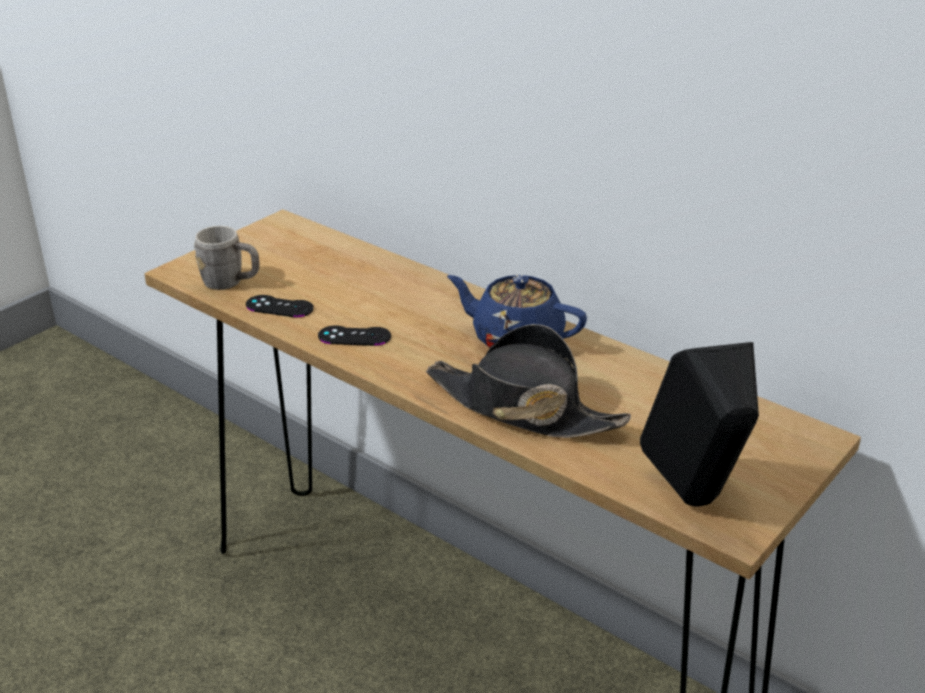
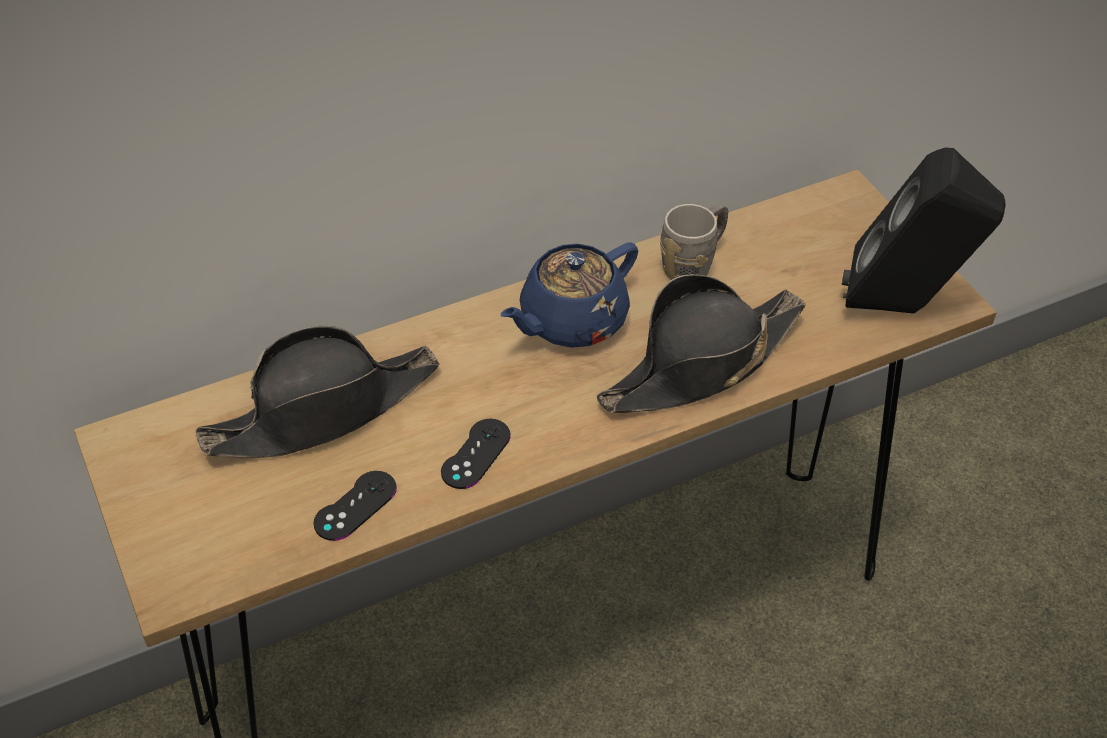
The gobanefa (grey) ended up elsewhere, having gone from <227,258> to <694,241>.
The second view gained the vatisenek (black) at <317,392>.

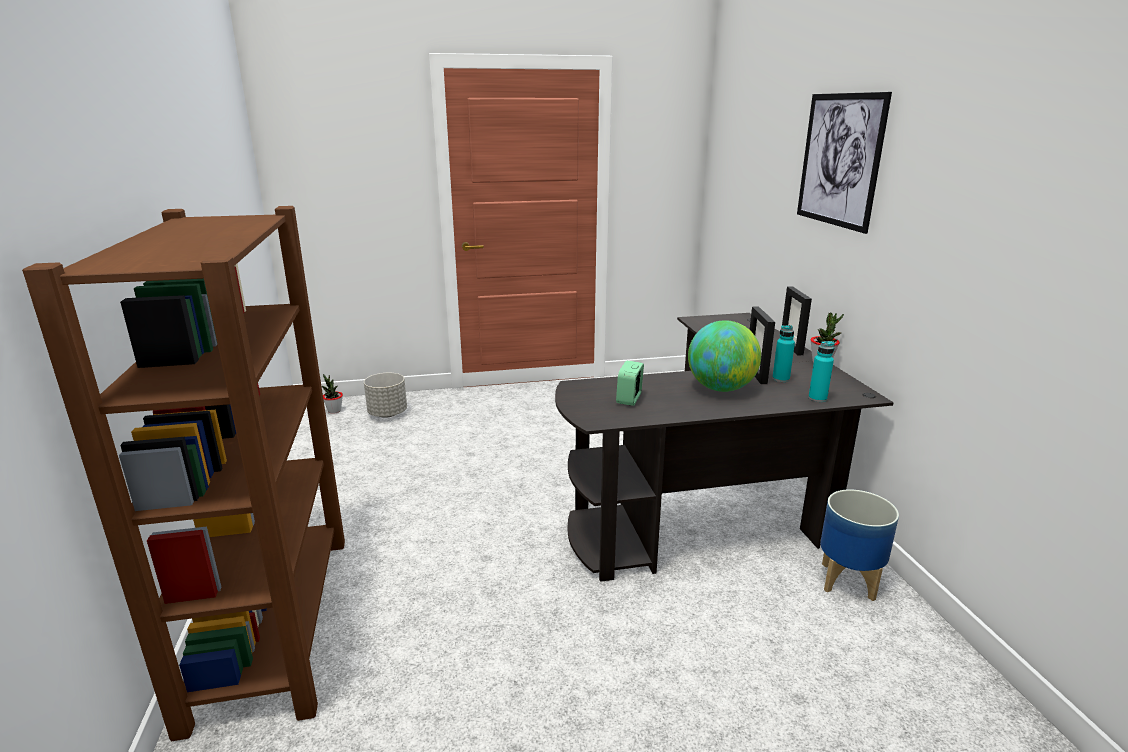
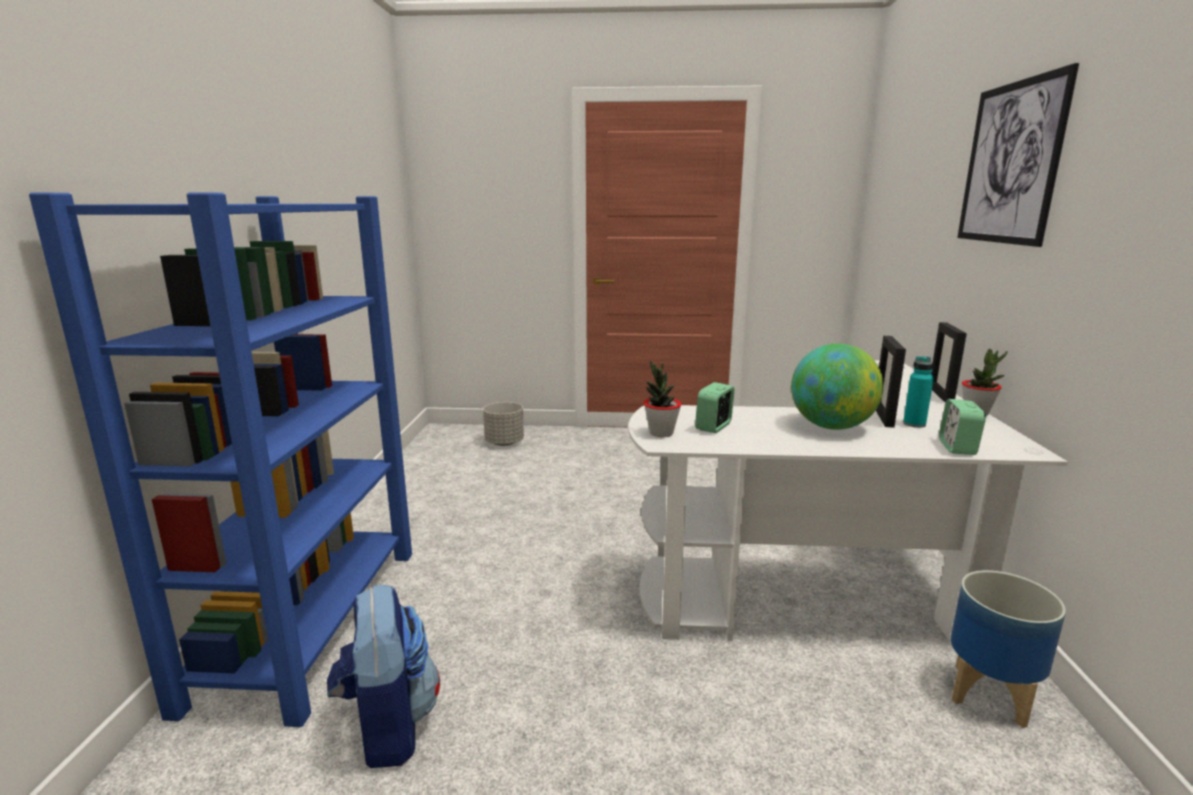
What was the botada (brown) at <183,473> turned into the botada (blue) at <220,459>.
The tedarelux ended up elsewhere, having gone from <332,394> to <662,398>.
What was the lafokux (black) at <724,447> turned into the lafokux (white) at <848,501>.
Where the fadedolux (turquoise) stood at <821,371>, the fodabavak came to stand at <962,427>.
The second view gained the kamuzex at <383,676>.

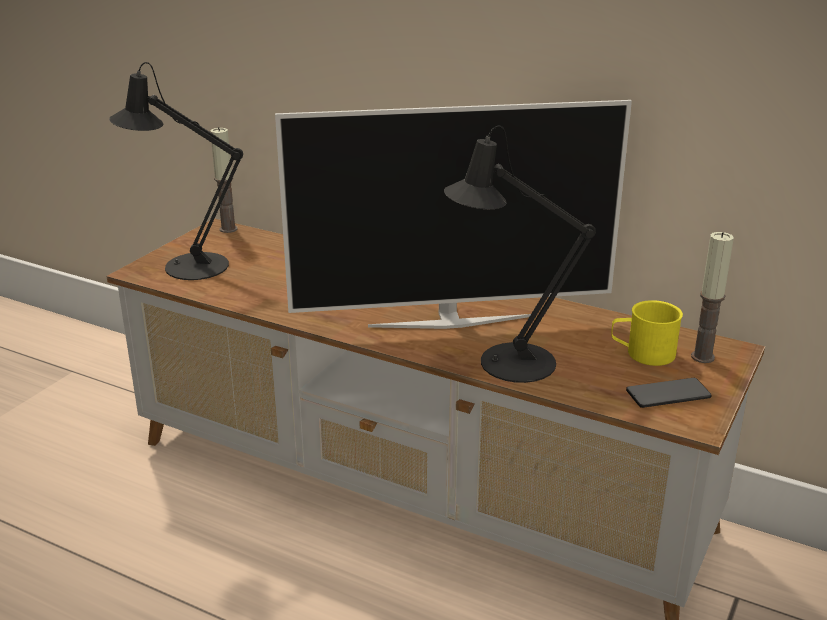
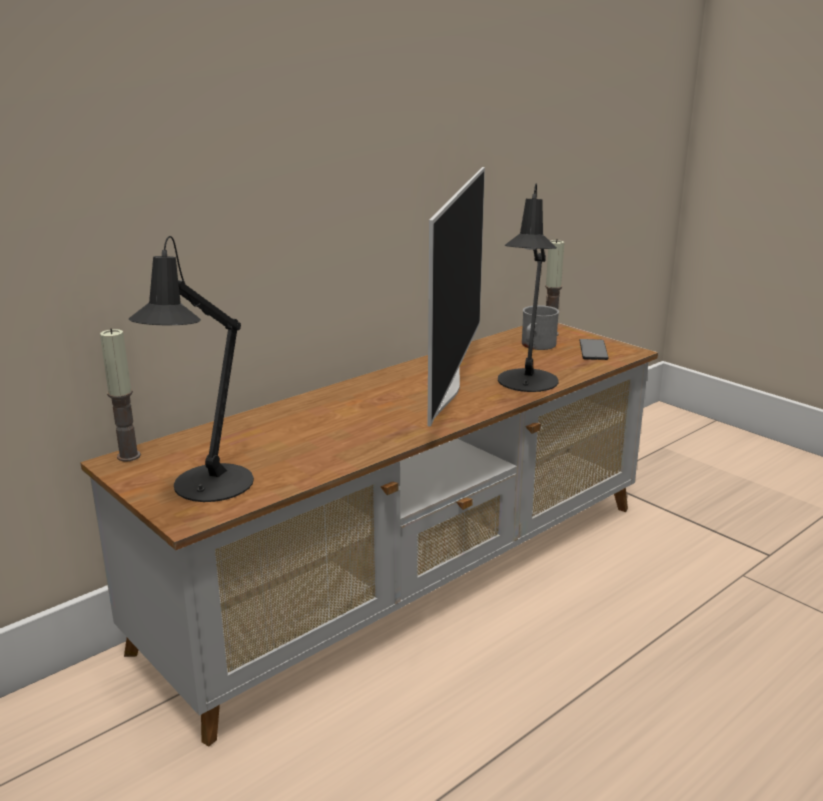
What was the gobanefa (yellow) at <647,333> turned into the gobanefa (grey) at <540,327>.

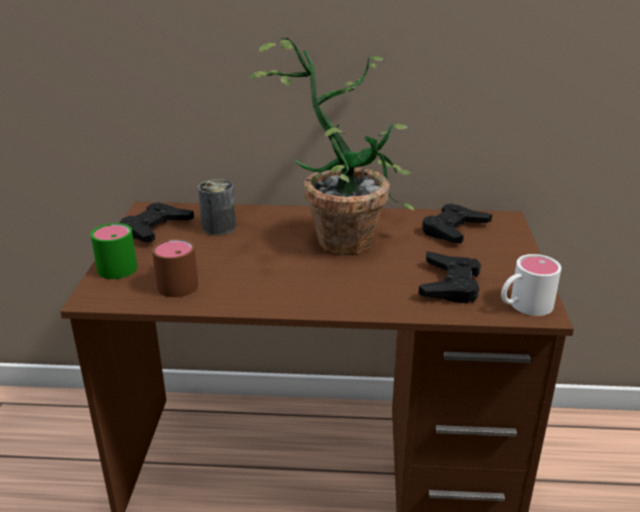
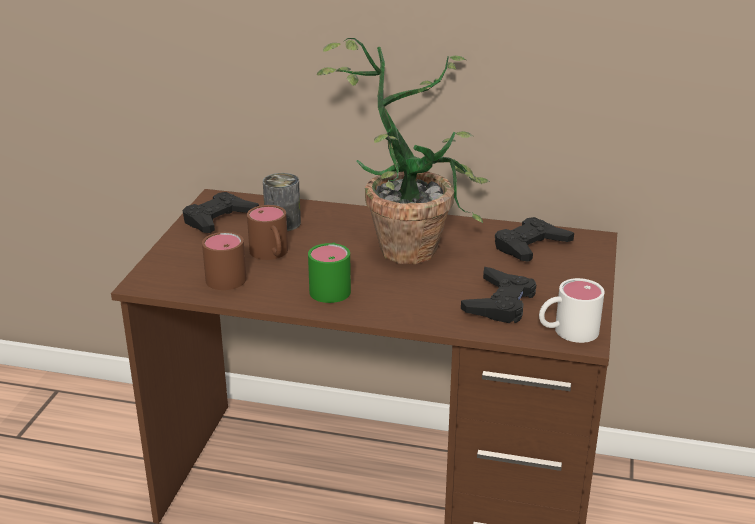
The gobanefa (green) ended up elsewhere, having gone from <114,251> to <329,273>.
The second view gained the gobanefa (brown) at <267,232>.

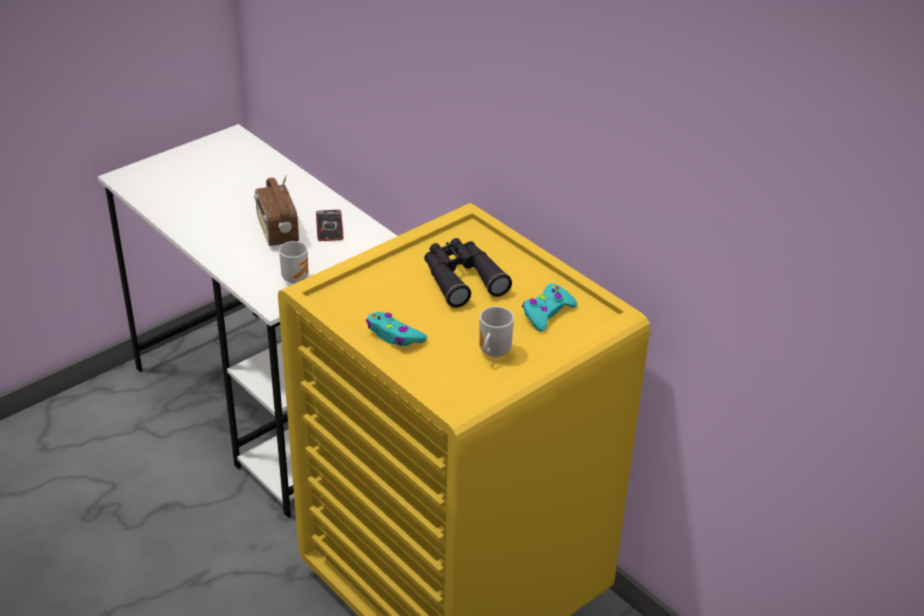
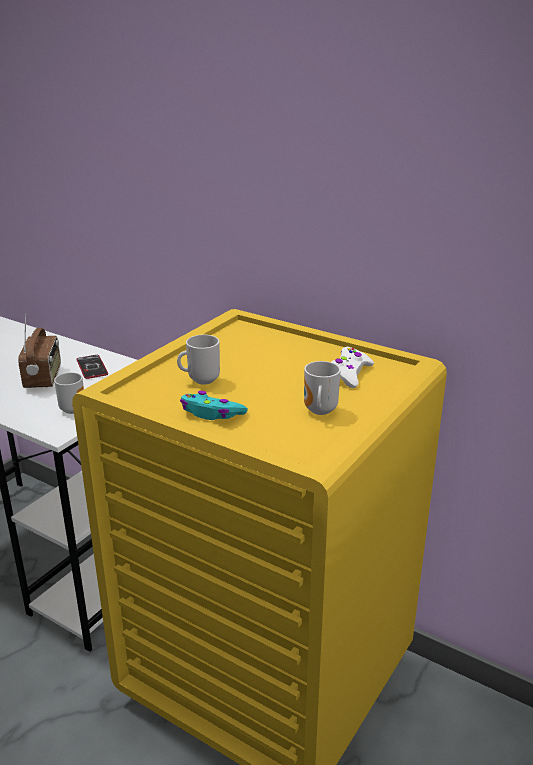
The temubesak at <276,210> ended up facing another way, 150 degrees counterclockwise from before.
The second view lost the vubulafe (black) at <468,273>.
What was the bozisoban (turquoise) at <549,308> turned into the bozisoban (white) at <352,367>.
The second view gained the gobanefa at <198,360>.

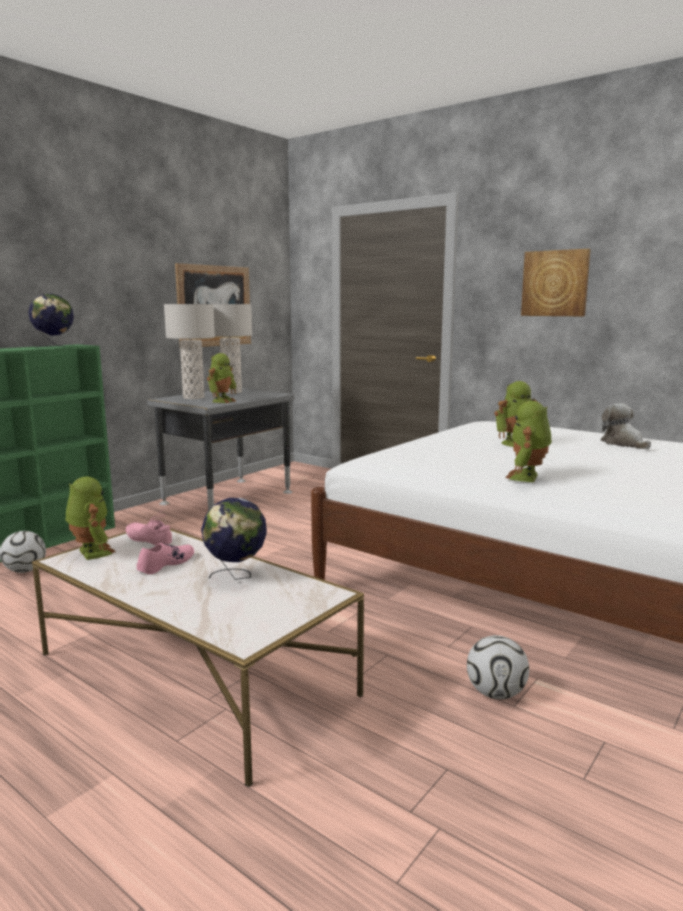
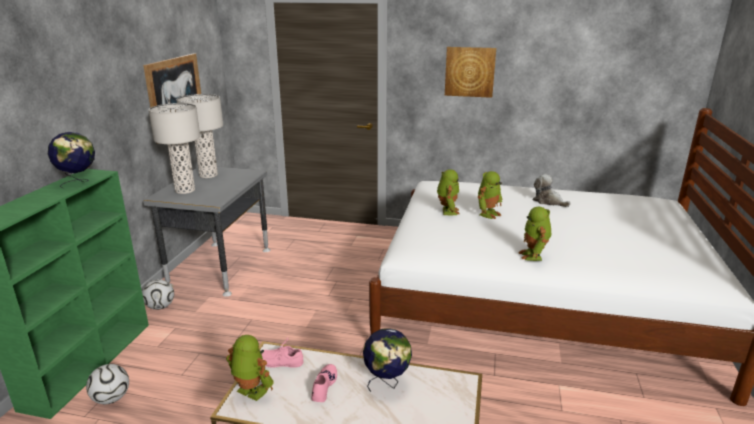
The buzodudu ended up elsewhere, having gone from <222,378> to <448,192>.
The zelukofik ended up elsewhere, having gone from <498,667> to <158,294>.

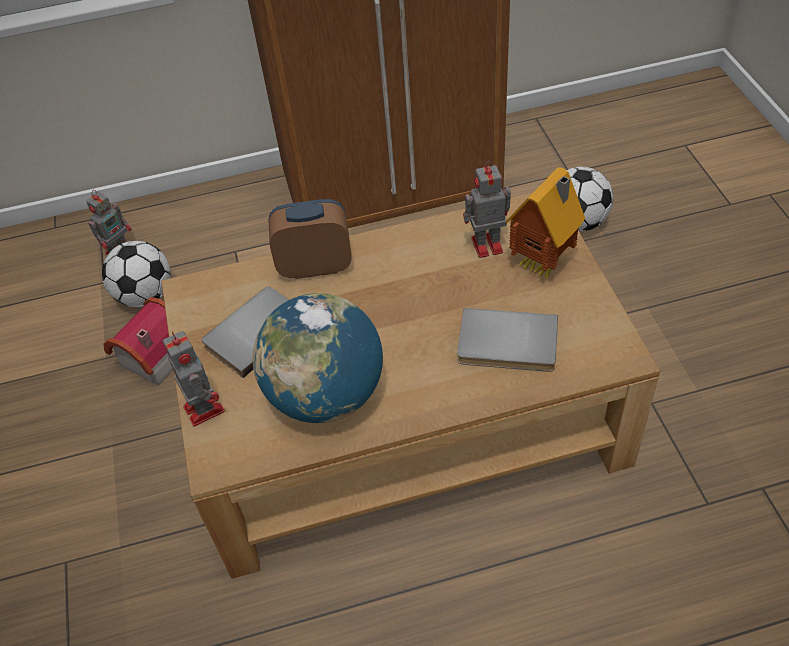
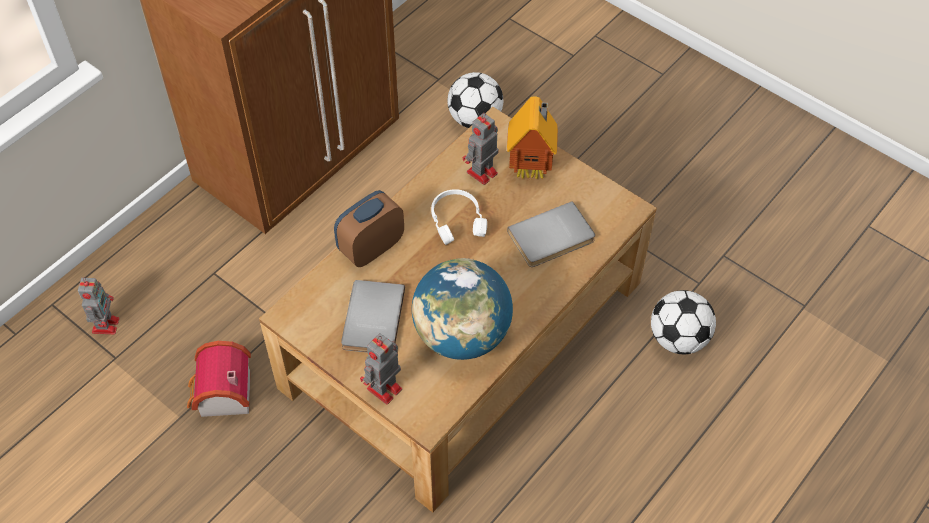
The zelukofik ended up elsewhere, having gone from <136,274> to <683,322>.
The buzodudu at <194,379> ended up facing another way, 75 degrees counterclockwise from before.
The second view gained the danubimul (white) at <459,217>.

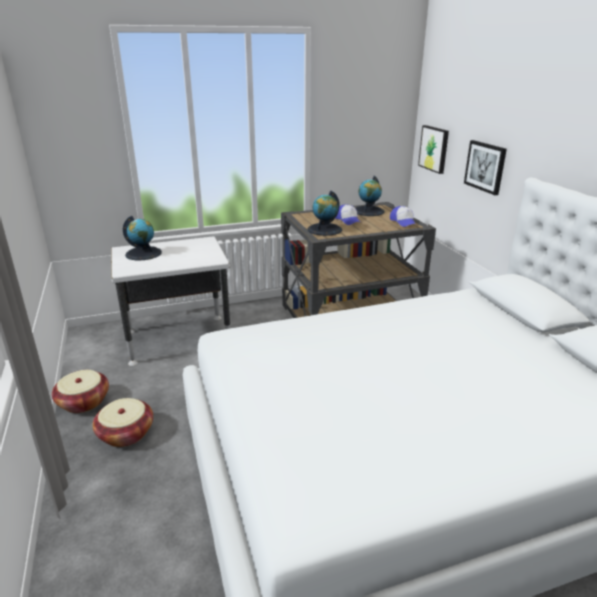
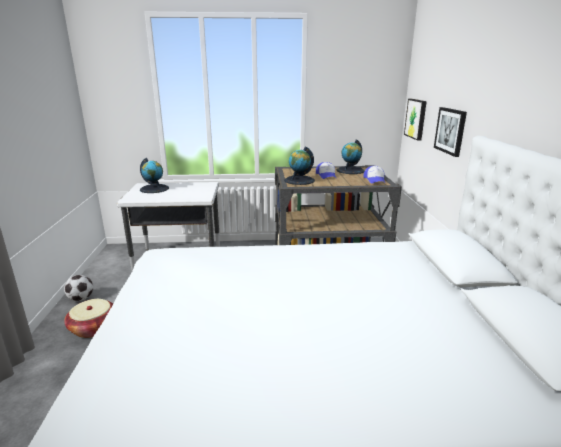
Where the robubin stood at <80,391>, the zelukofik came to stand at <78,288>.

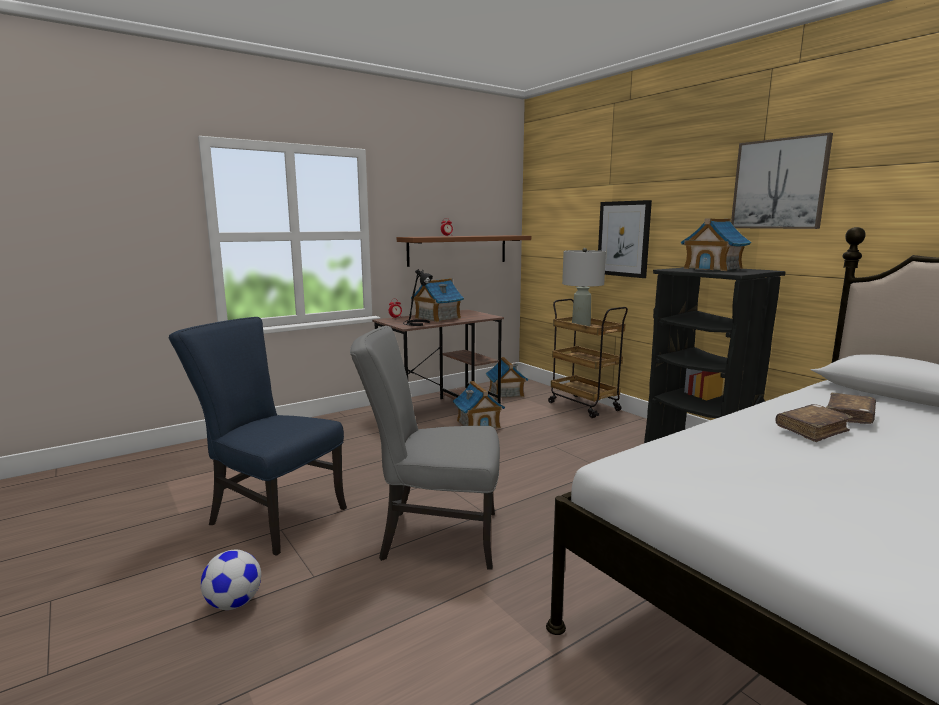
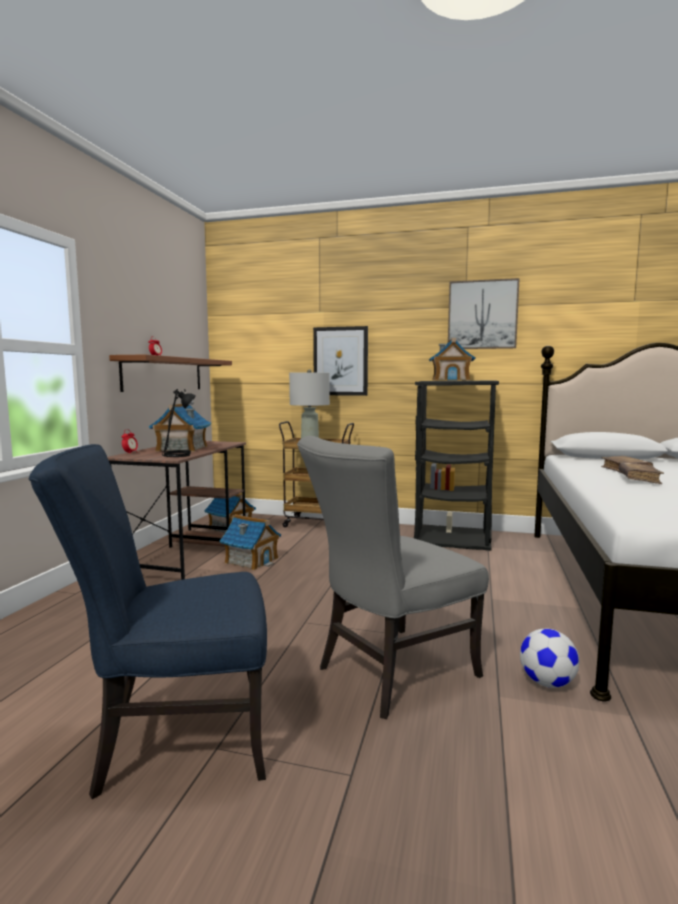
The zelukofik ended up elsewhere, having gone from <231,579> to <549,658>.

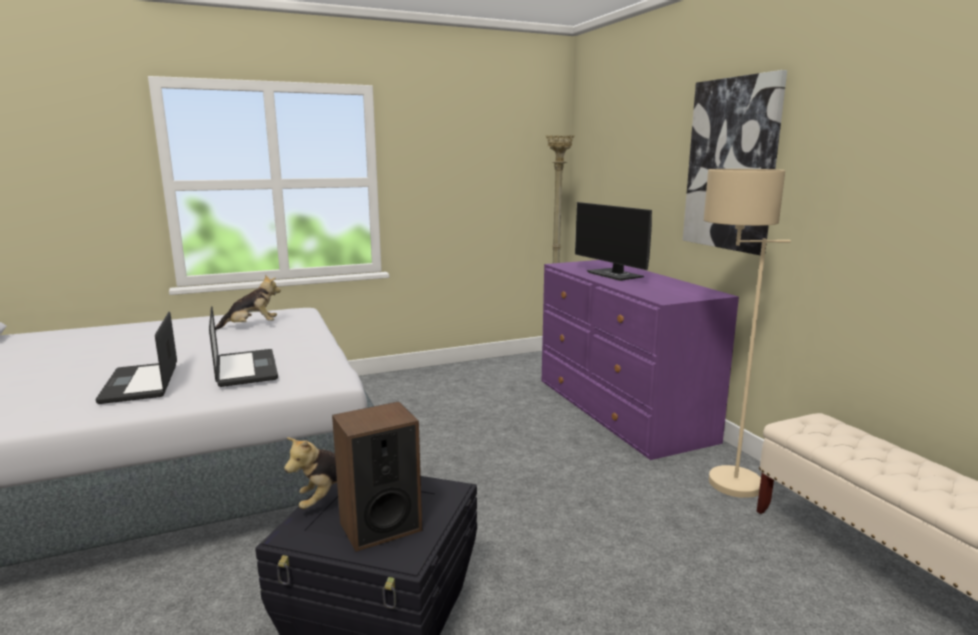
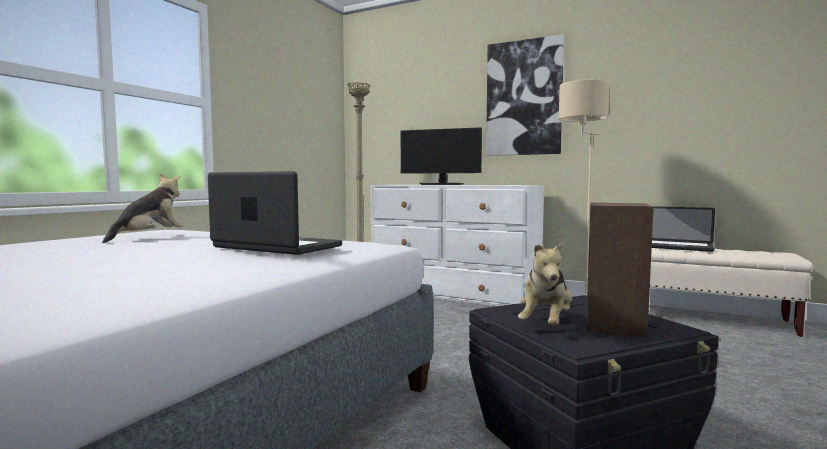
The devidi ended up elsewhere, having gone from <136,358> to <683,229>.
What was the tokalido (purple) at <640,360> turned into the tokalido (white) at <457,245>.

